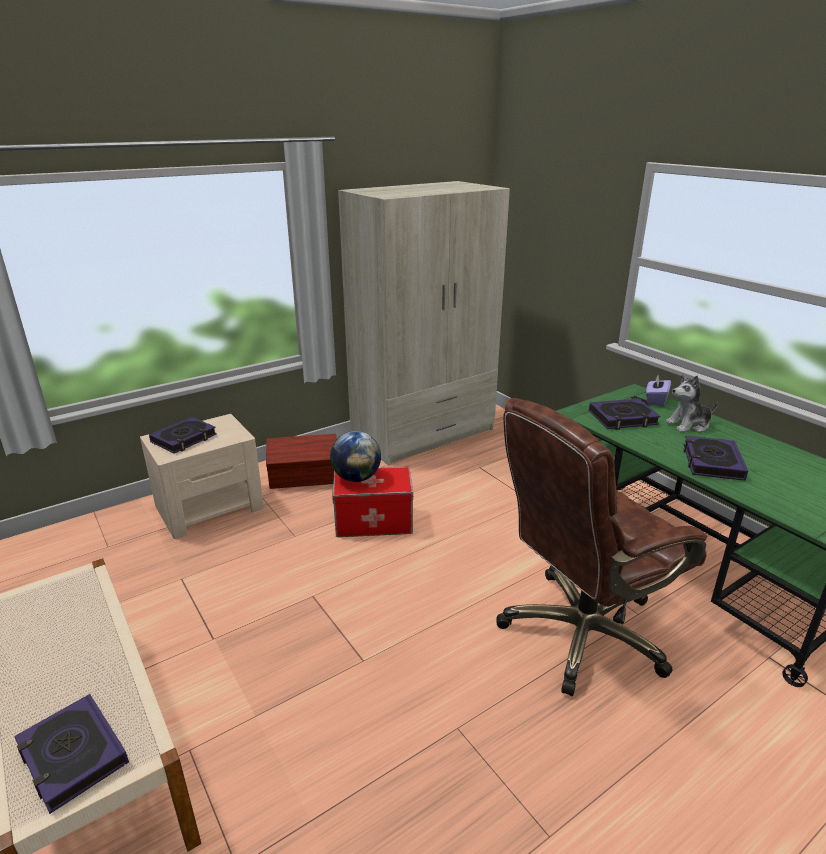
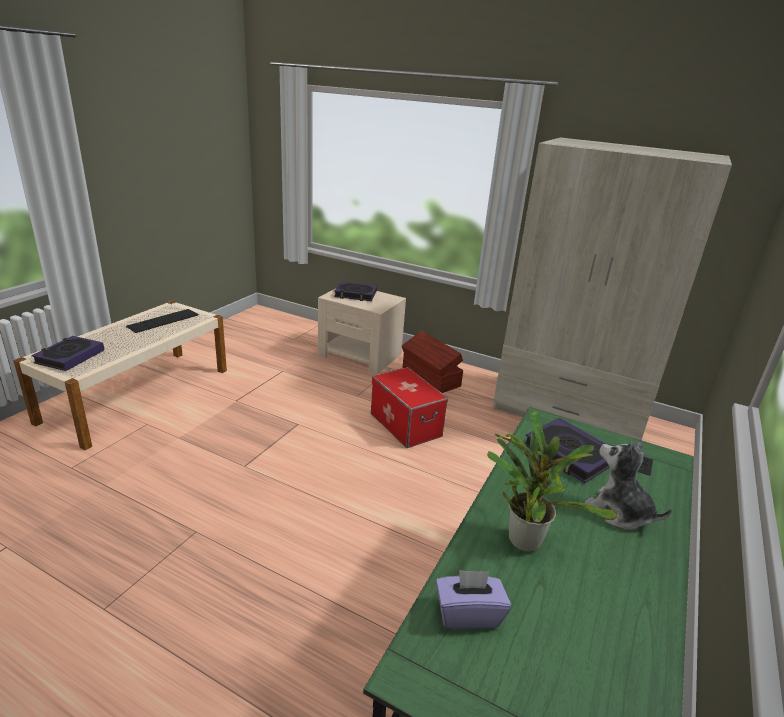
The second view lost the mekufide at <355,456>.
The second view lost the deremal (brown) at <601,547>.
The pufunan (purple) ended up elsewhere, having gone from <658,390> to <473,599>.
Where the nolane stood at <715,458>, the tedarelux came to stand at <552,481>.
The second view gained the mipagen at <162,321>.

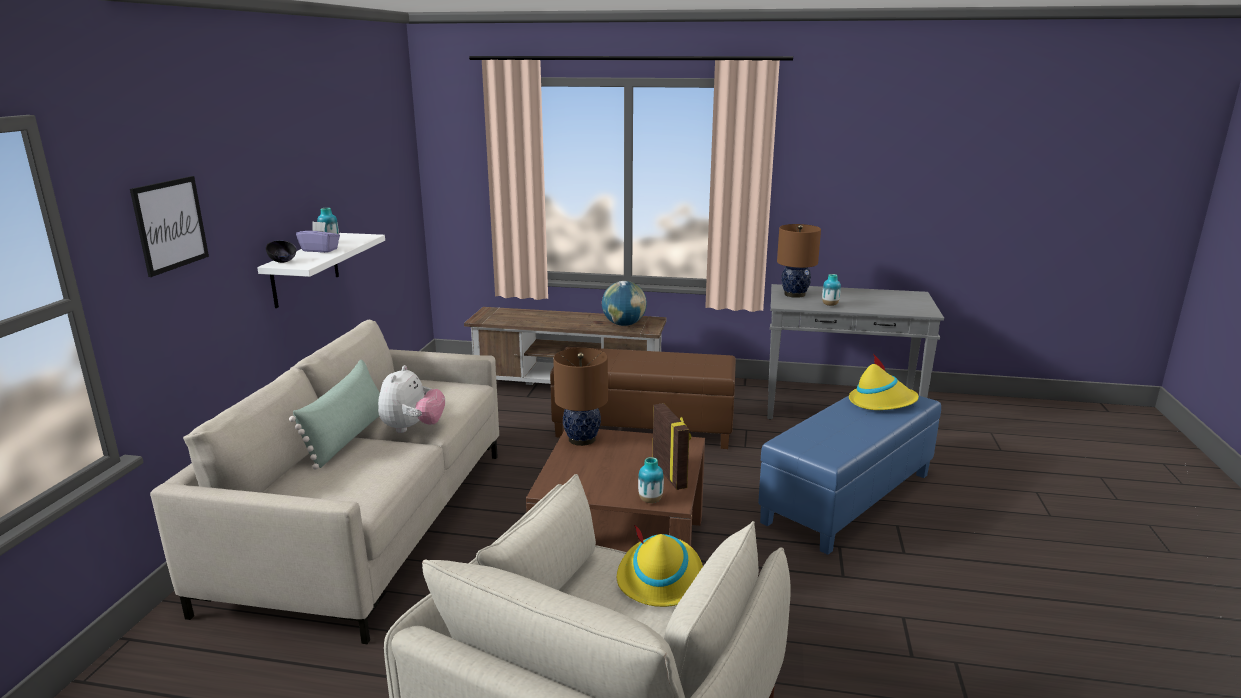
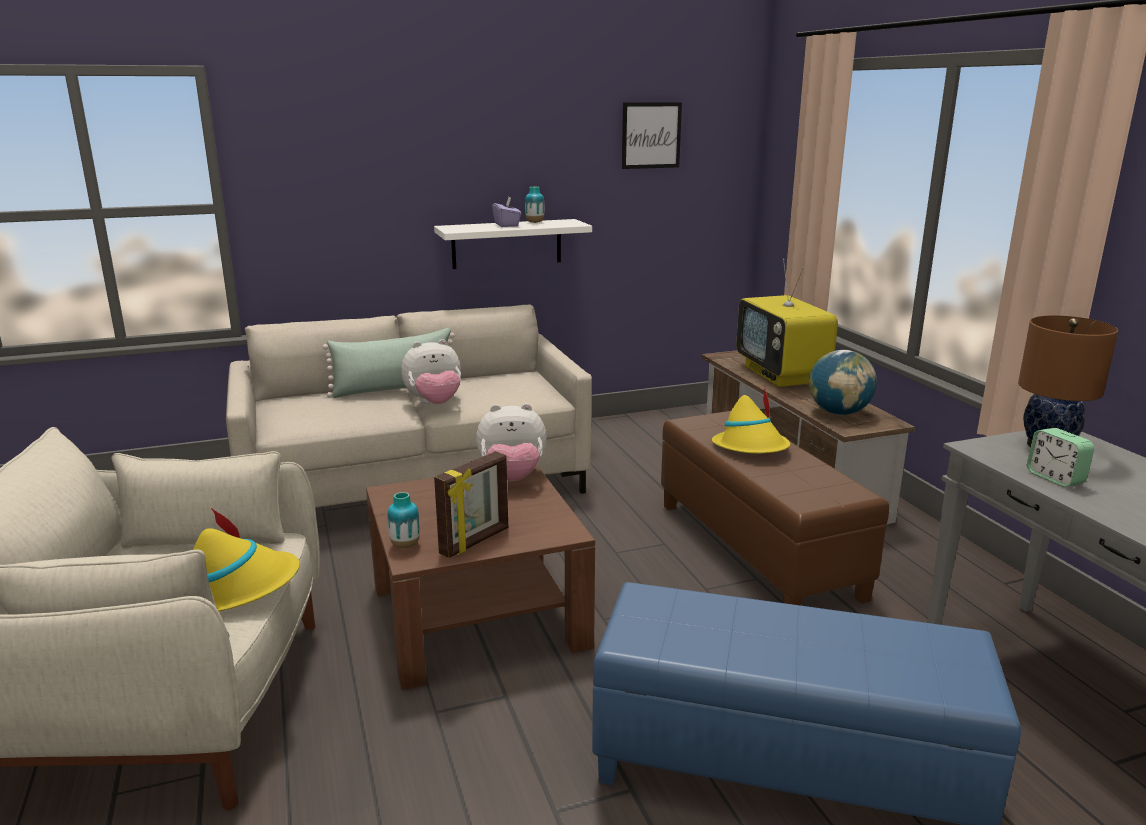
The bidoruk ended up elsewhere, having gone from <169,226> to <652,135>.
The second view lost the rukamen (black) at <281,251>.
Where the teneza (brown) stood at <580,397>, the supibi came to stand at <511,442>.
Where the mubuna stood at <831,290>, the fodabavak came to stand at <1060,457>.
The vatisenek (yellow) ended up elsewhere, having gone from <884,382> to <751,421>.
The second view gained the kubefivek at <787,323>.

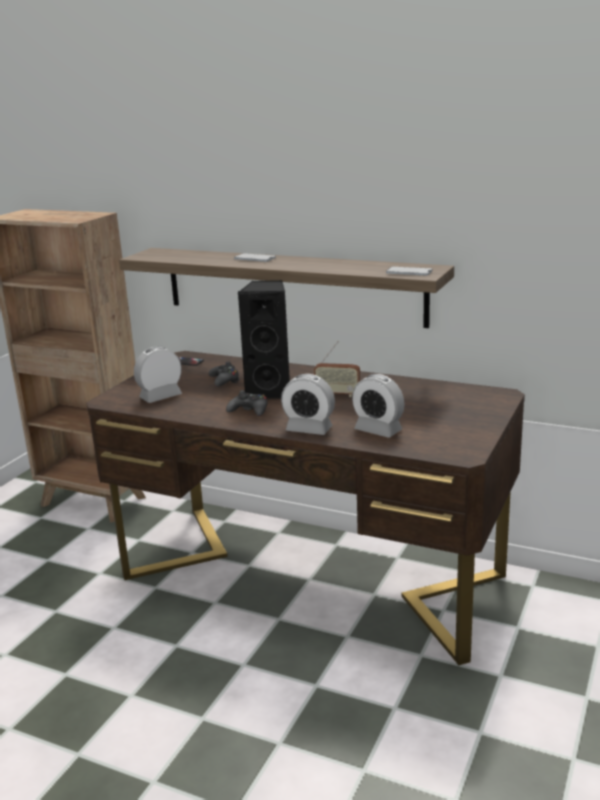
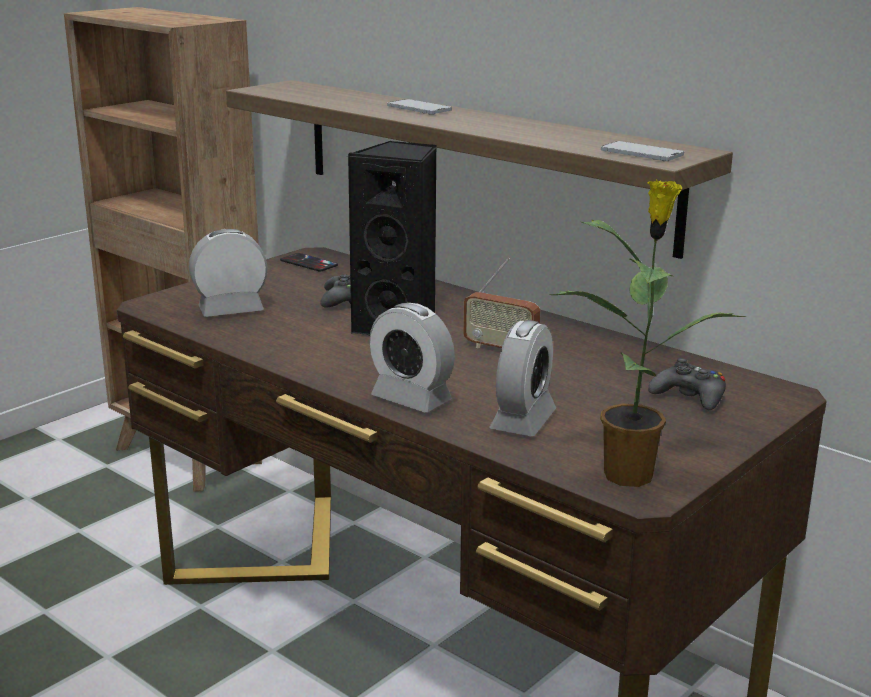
The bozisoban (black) ended up elsewhere, having gone from <246,403> to <687,384>.
The fodabavak at <378,406> ended up facing another way, 120 degrees counterclockwise from before.
The second view gained the tedarelux at <648,333>.

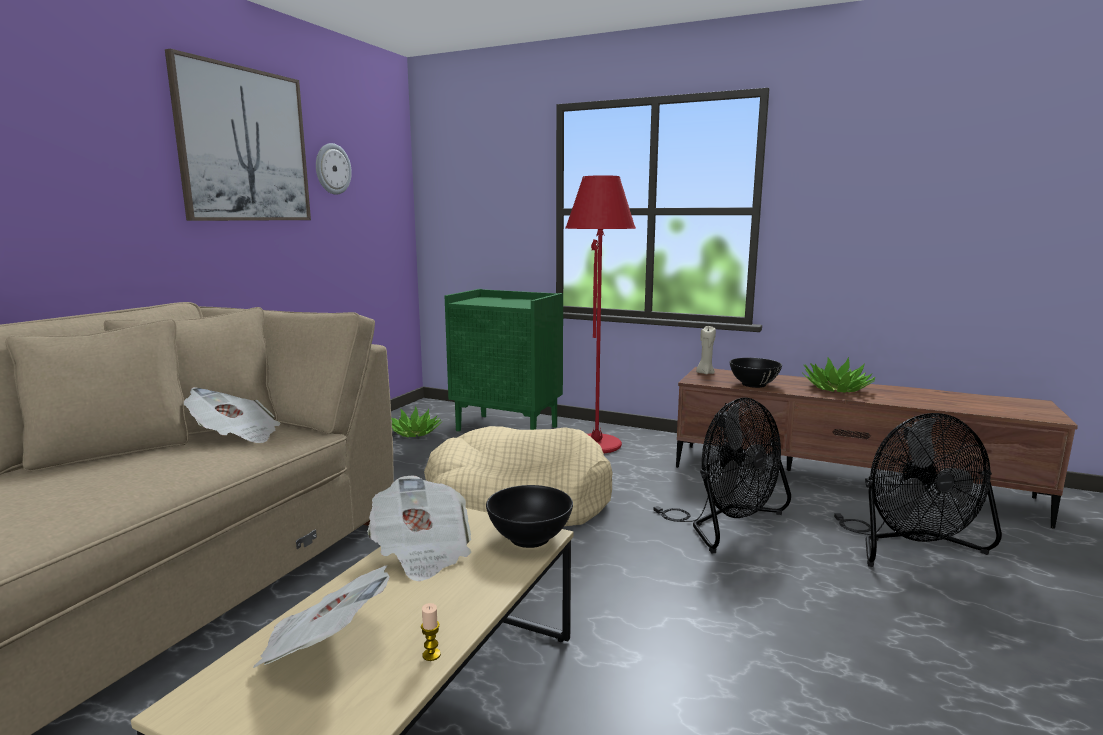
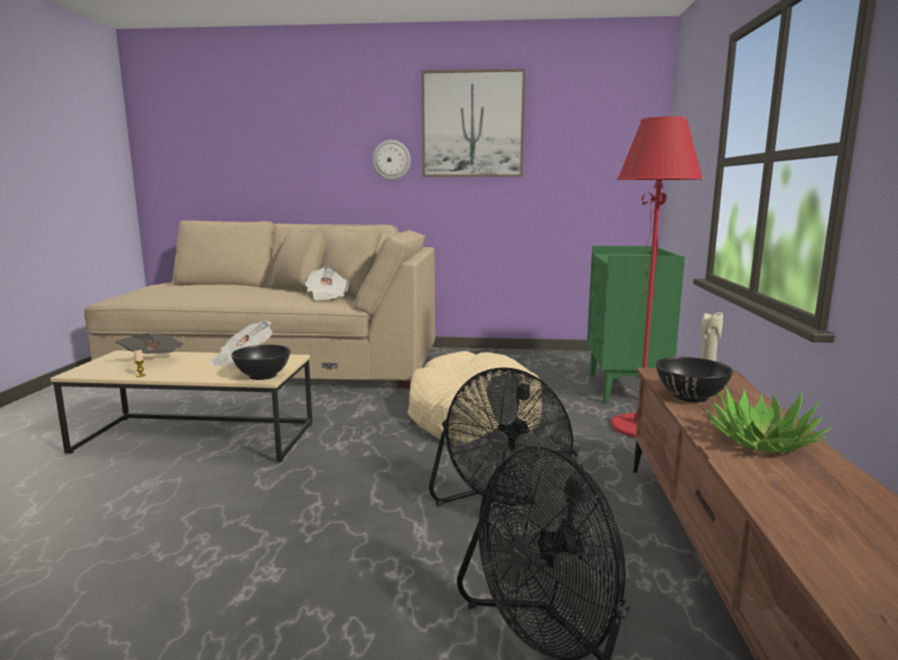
The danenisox ended up elsewhere, having gone from <334,169> to <391,160>.
The second view lost the tedarelux at <416,421>.

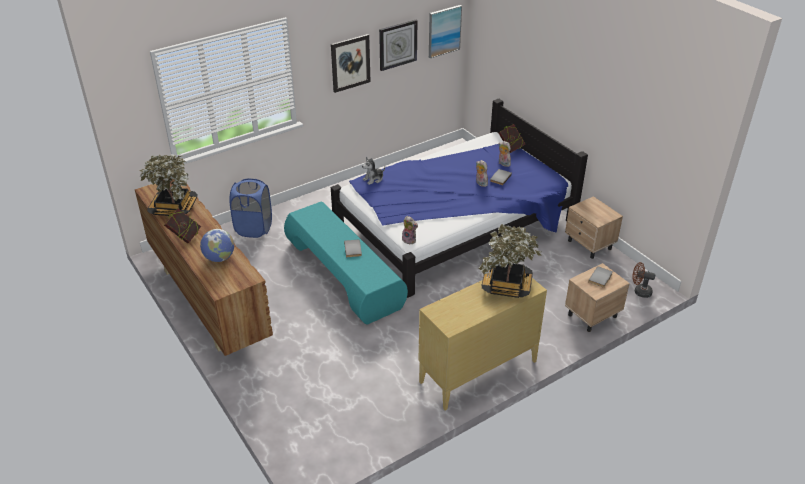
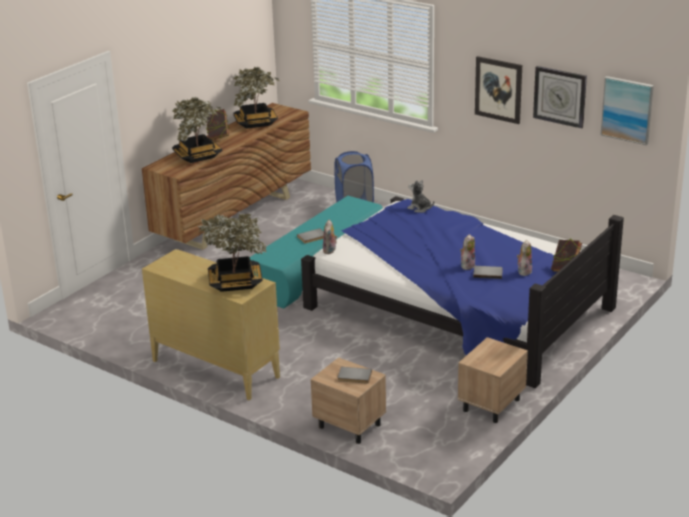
Where the mekufide stood at <217,245>, the tedarelux came to stand at <197,130>.
The second view lost the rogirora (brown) at <643,280>.

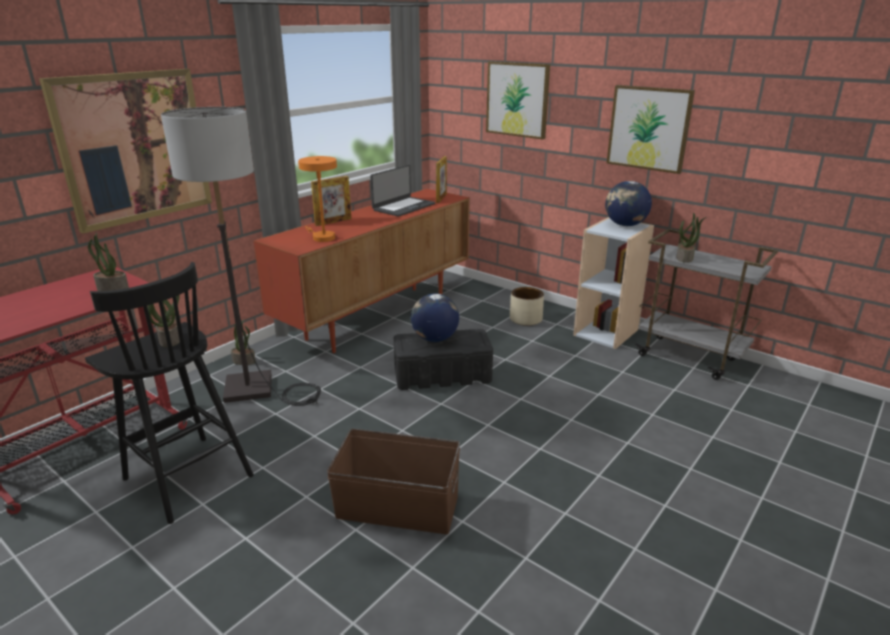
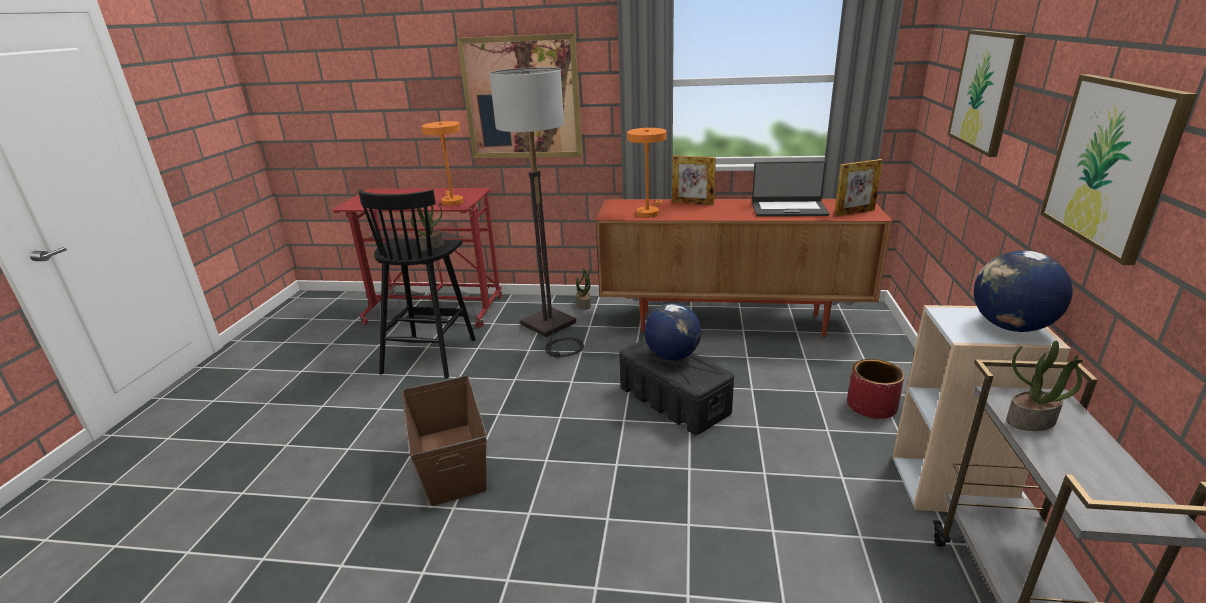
Where the tedarelux stood at <108,261>, the teneza (orange) came to stand at <443,163>.
What was the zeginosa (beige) at <527,306> turned into the zeginosa (red) at <875,389>.

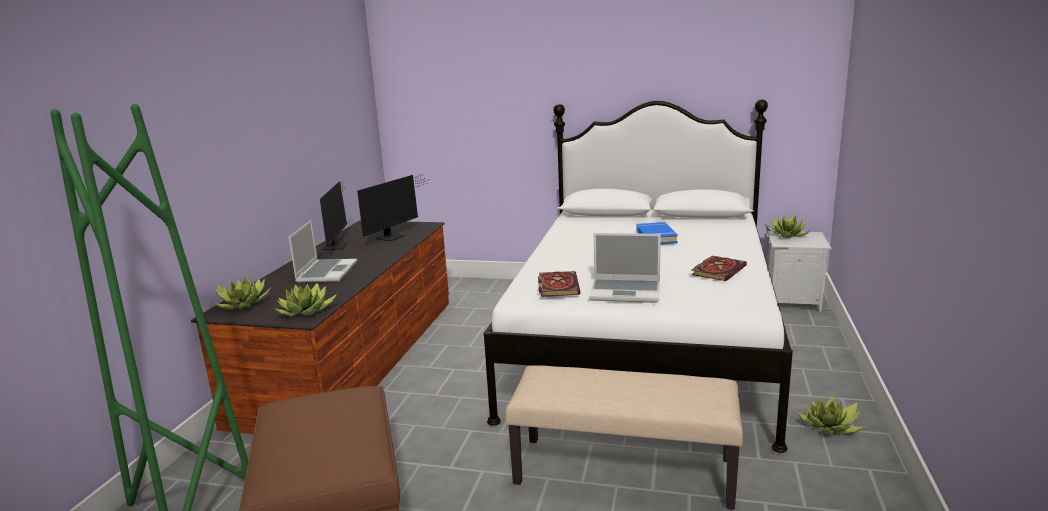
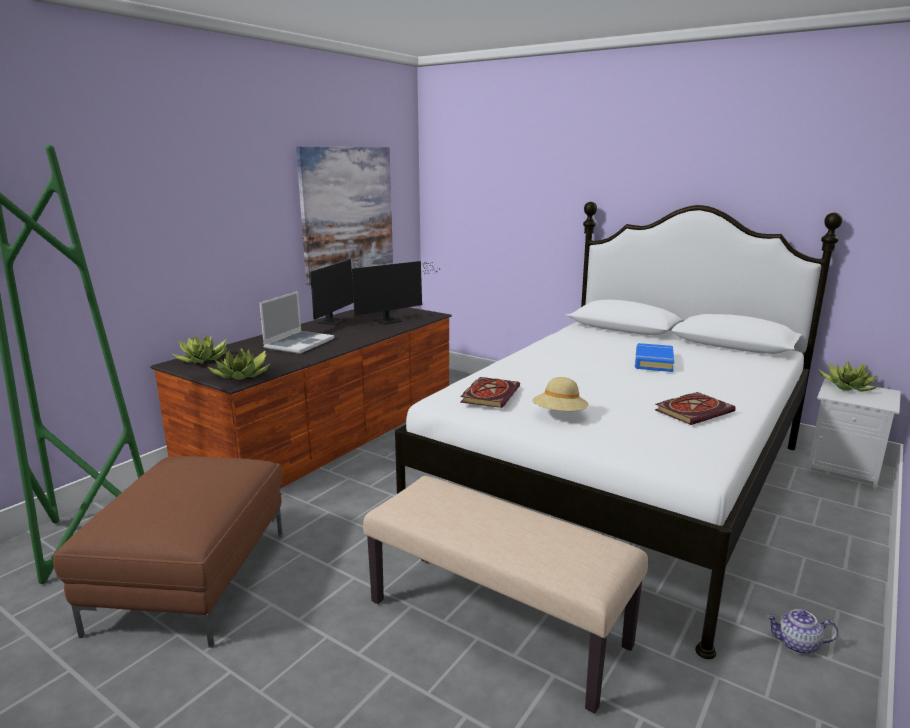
Where the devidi stood at <625,268>, the vatisenek (beige) came to stand at <561,394>.
Where the tedarelux stood at <831,415>, the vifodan came to stand at <802,632>.
The second view gained the bidoruk at <344,215>.

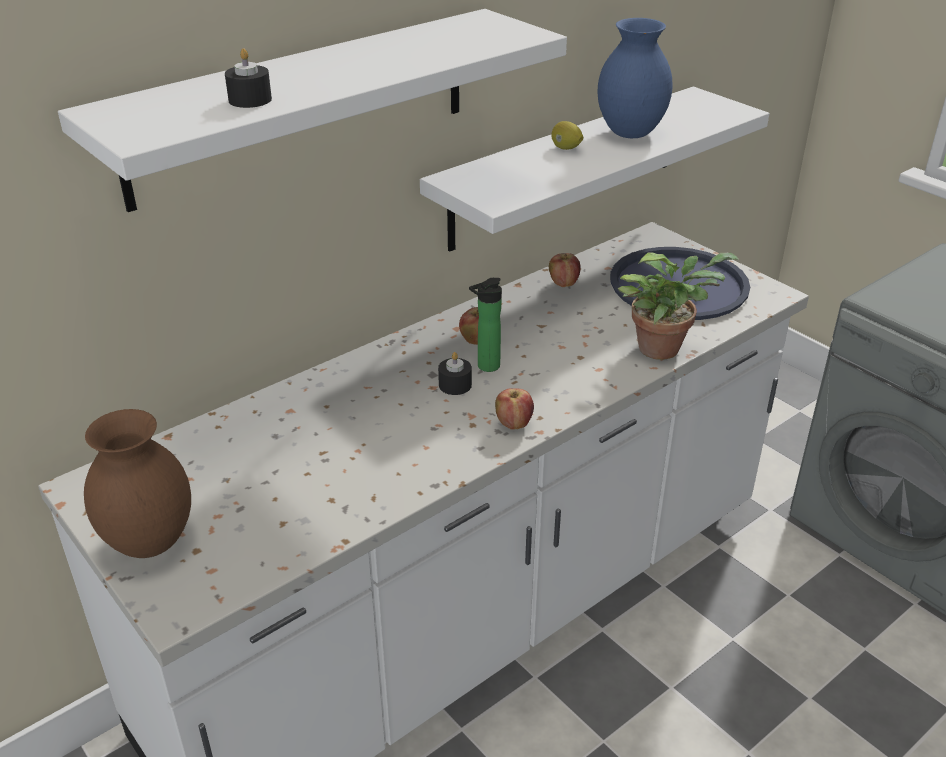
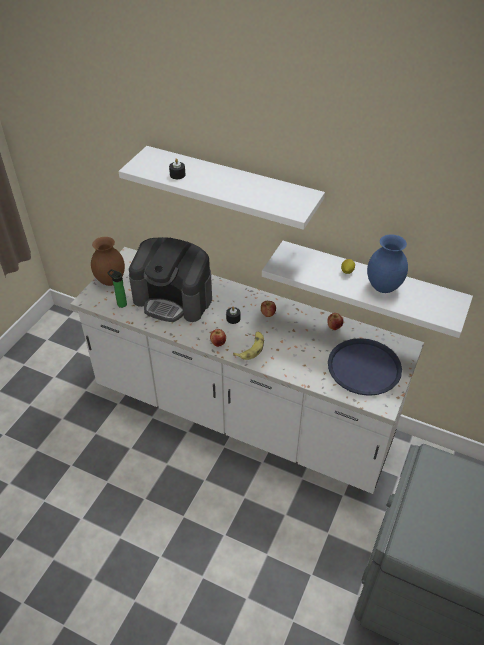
The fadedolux ended up elsewhere, having gone from <485,325> to <117,288>.
The second view lost the tedarelux at <678,306>.
The second view gained the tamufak at <170,279>.
The second view gained the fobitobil at <248,346>.

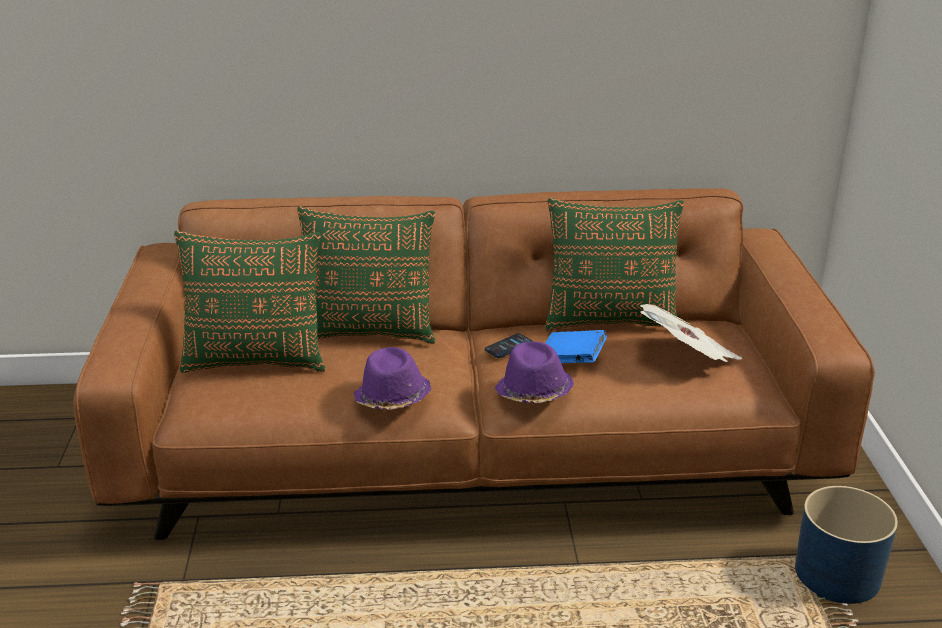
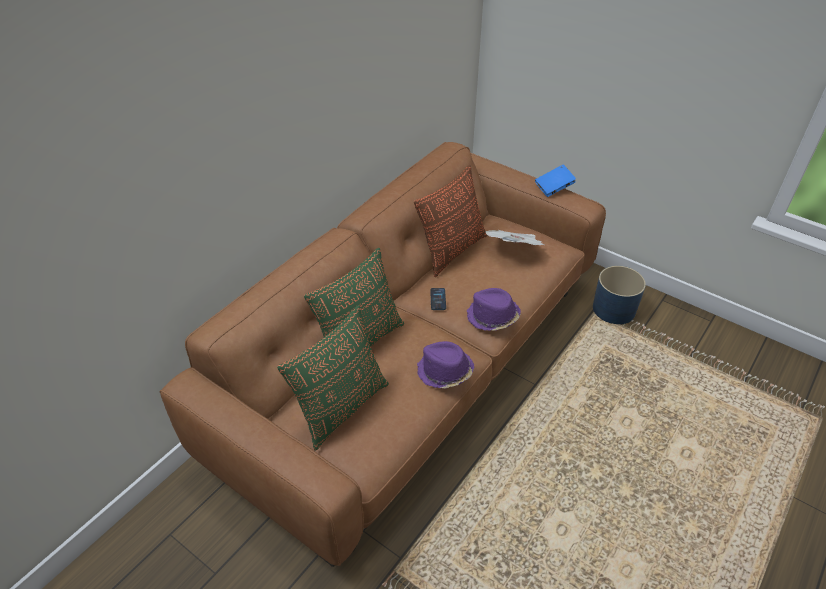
What was the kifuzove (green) at <614,264> turned into the kifuzove (brown) at <450,221>.
The nolane (blue) ended up elsewhere, having gone from <576,346> to <555,180>.

